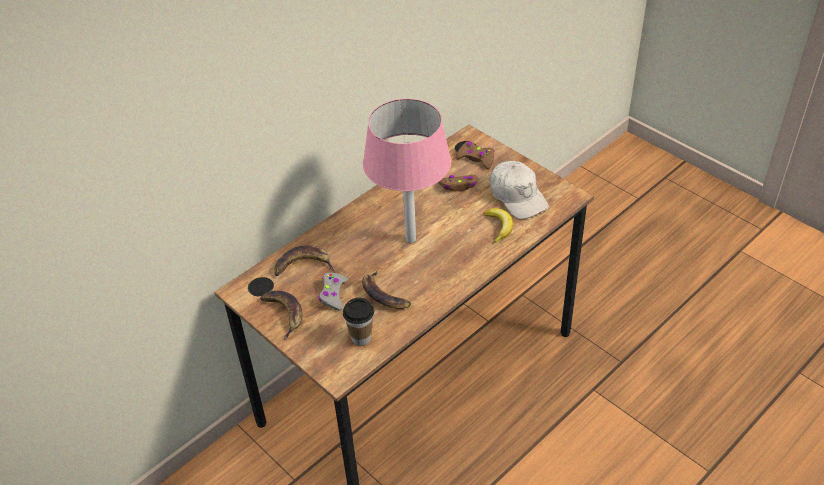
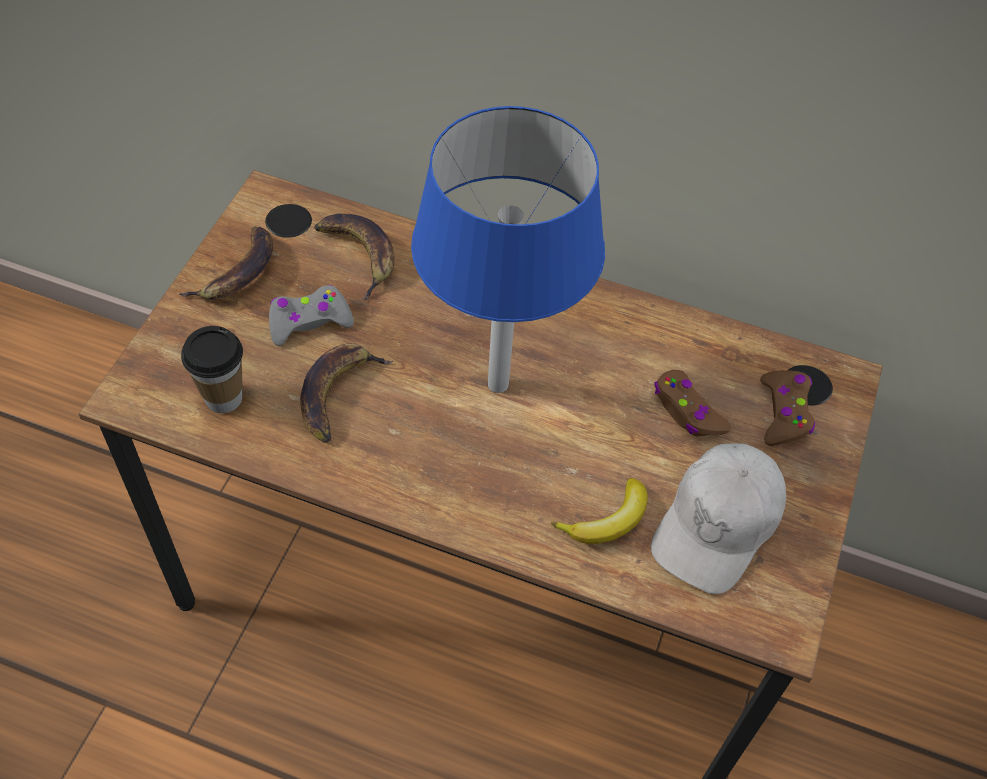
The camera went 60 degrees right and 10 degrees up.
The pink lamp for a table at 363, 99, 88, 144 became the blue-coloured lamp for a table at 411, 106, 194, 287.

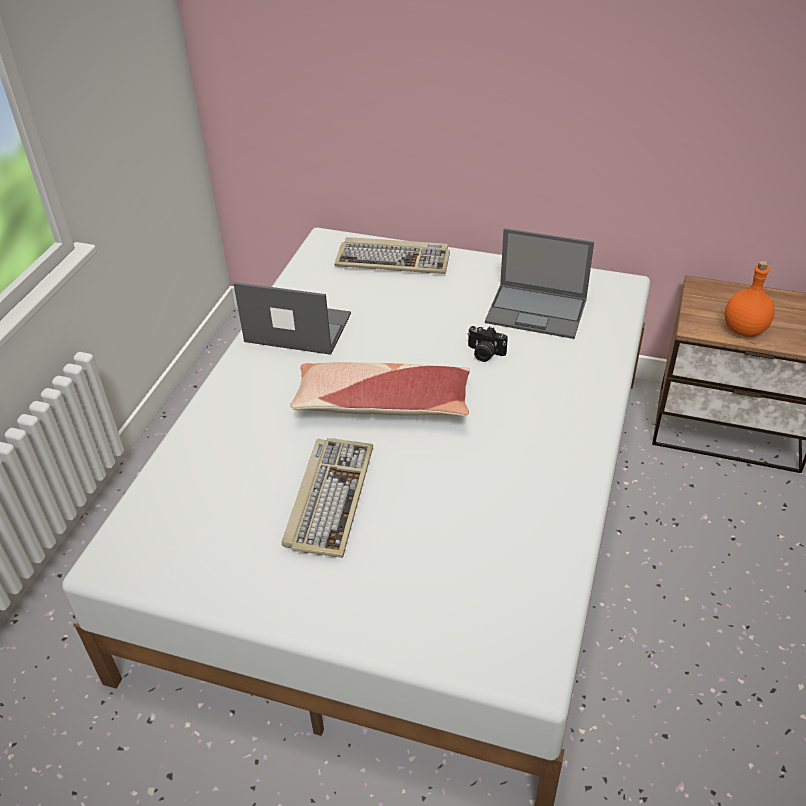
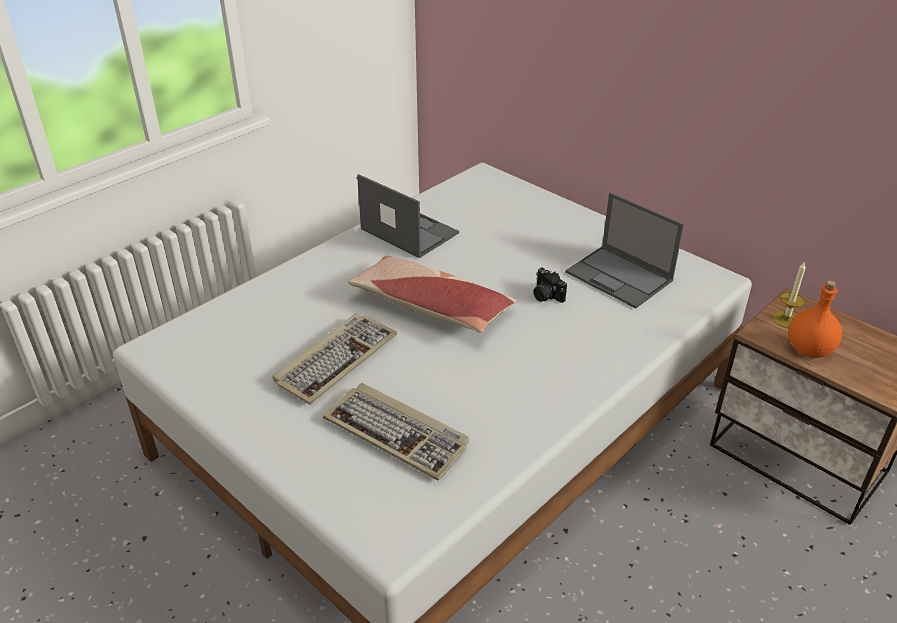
The camera went 25 degrees right and 5 degrees down.
The computer keyboard moved from 335, 237, 115, 37 to 323, 383, 146, 98.
The wax candle at 773, 261, 33, 67 appeared.

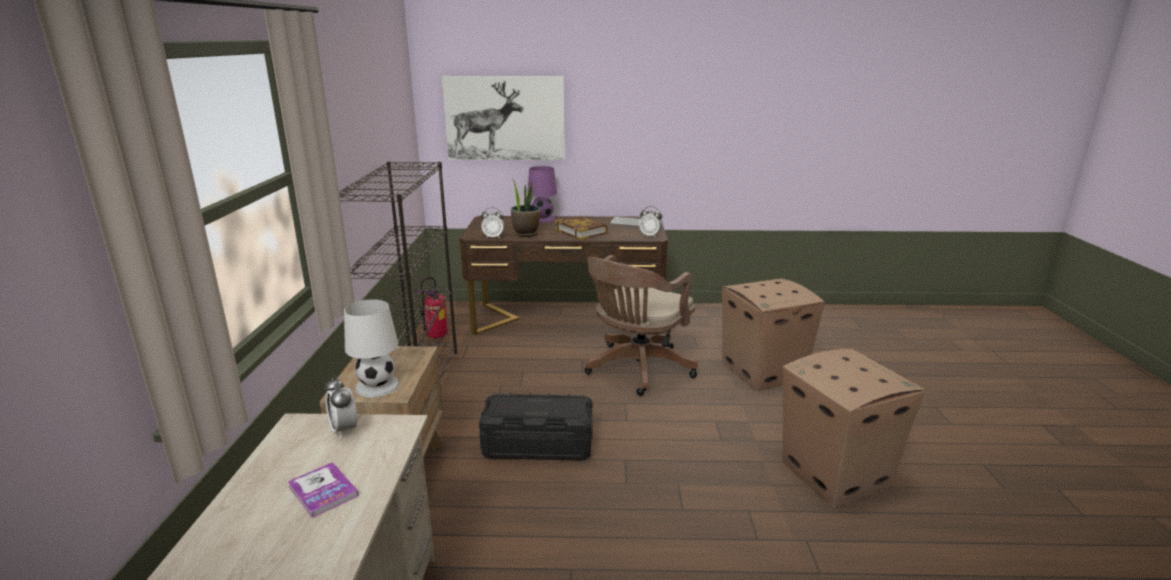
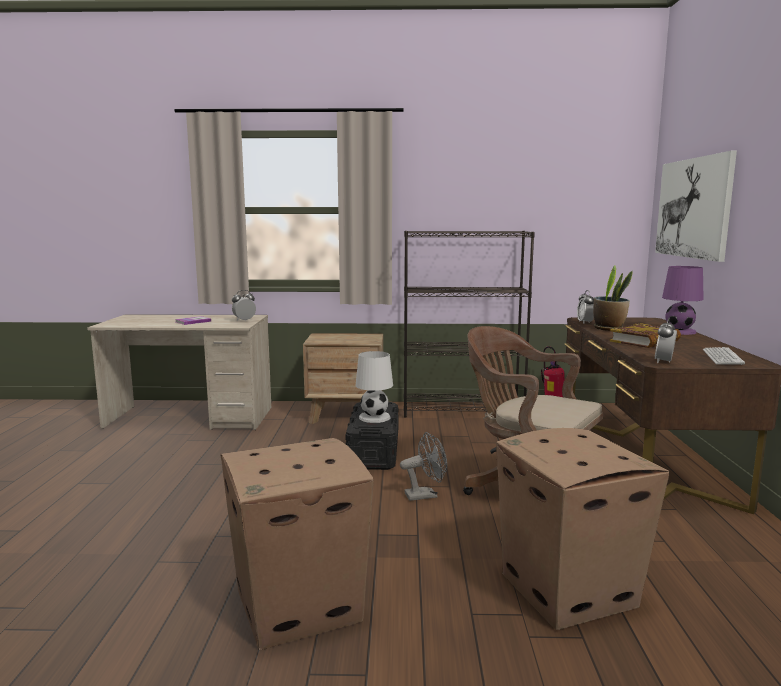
The camera went 90 degrees right and 10 degrees down.
The whitish lamp for a table moved from 344, 299, 55, 98 to 356, 351, 37, 72.
The greyish fan at 400, 432, 47, 69 appeared.

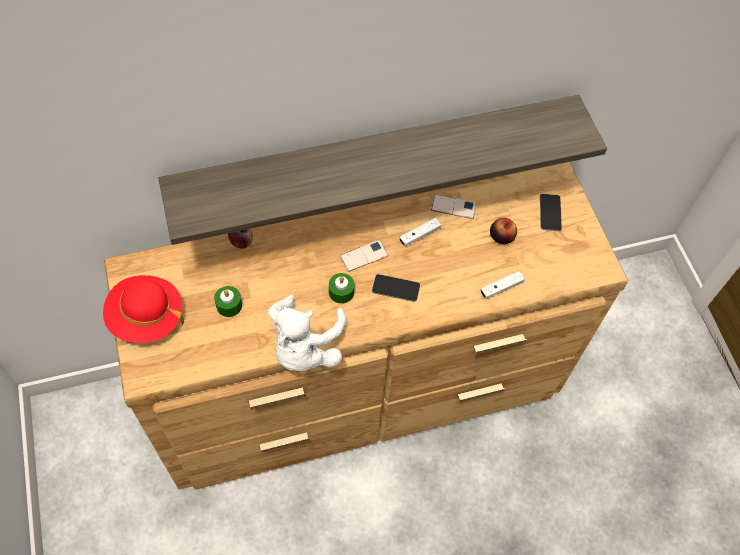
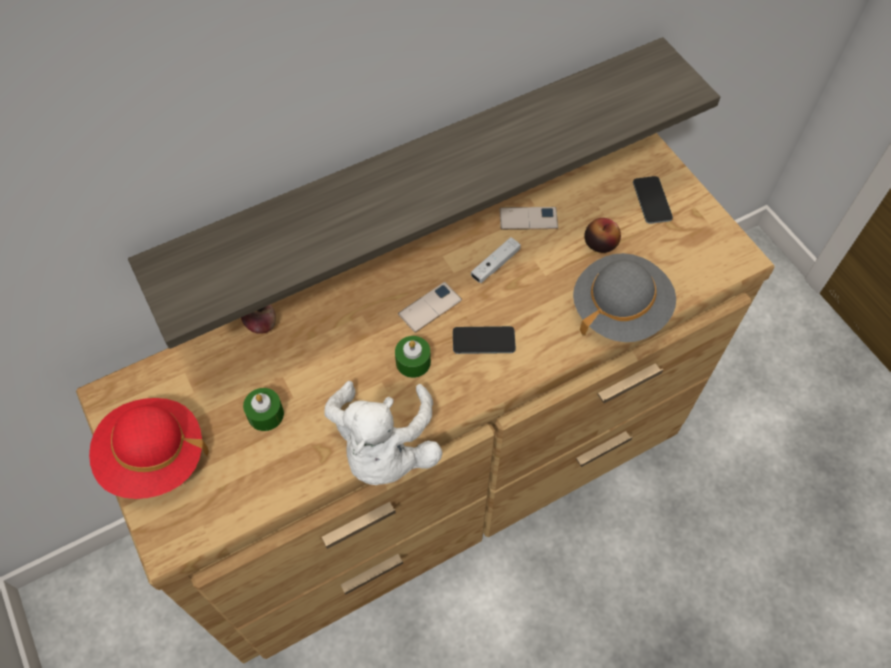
The camera went 10 degrees left and 0 degrees up.
The whitish game controller at 480, 271, 45, 28 was replaced by the greyish clothing hat at 573, 253, 103, 89.

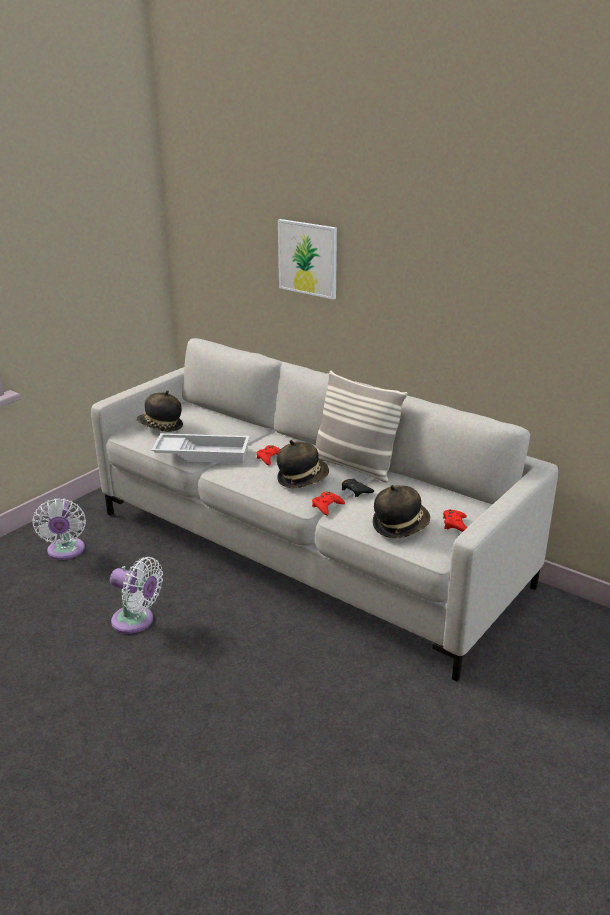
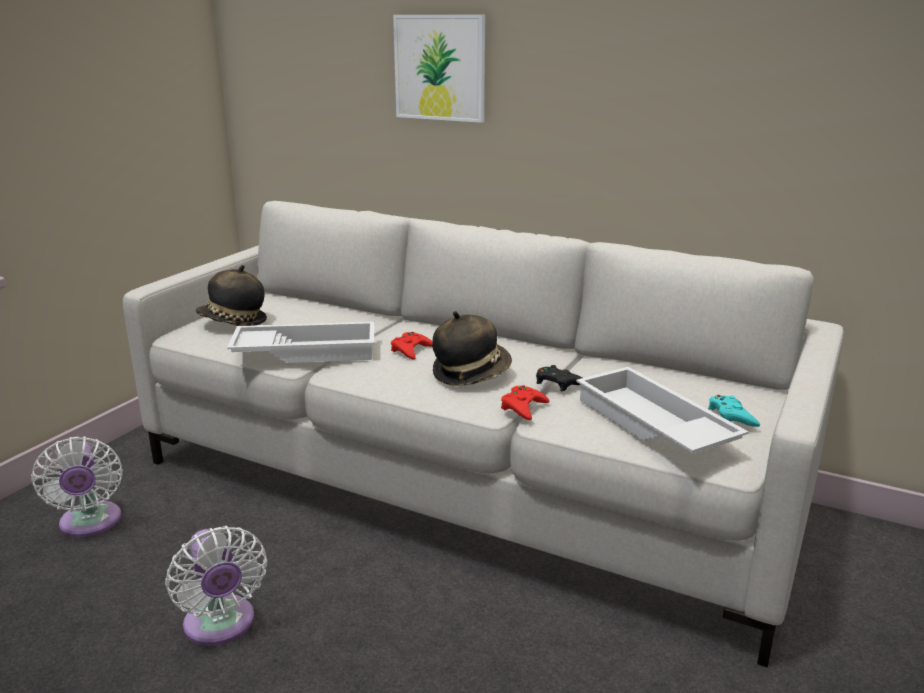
The camera went 10 degrees left and 5 degrees down.
The throw pillow at 316, 371, 91, 112 disappeared.
The clothing hat at 373, 485, 57, 53 was replaced by the whitish carrying tray at 576, 367, 173, 88.
The reddish game controller at 443, 509, 24, 23 became the turquoise-coloured game controller at 708, 395, 52, 32.
The whitish fan at 110, 557, 53, 77 turned 45 degrees clockwise.

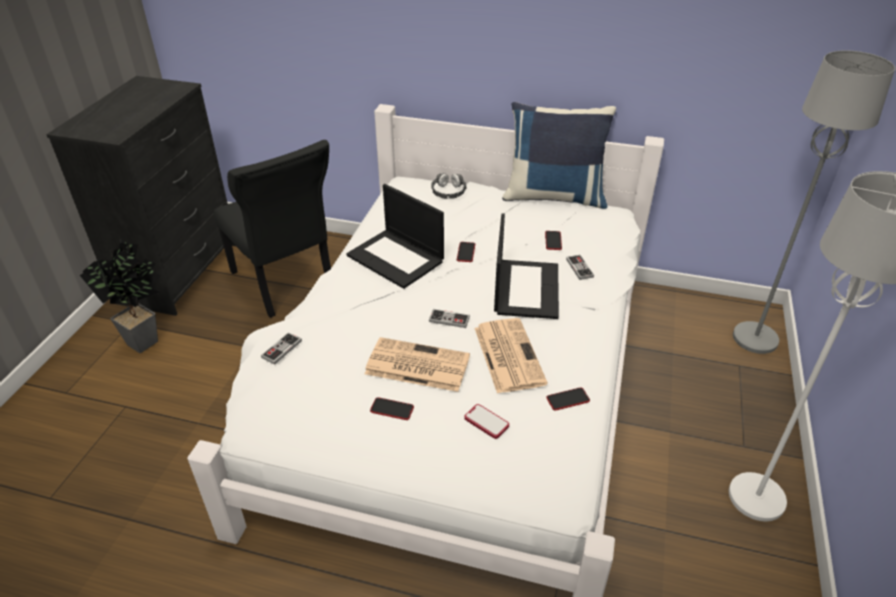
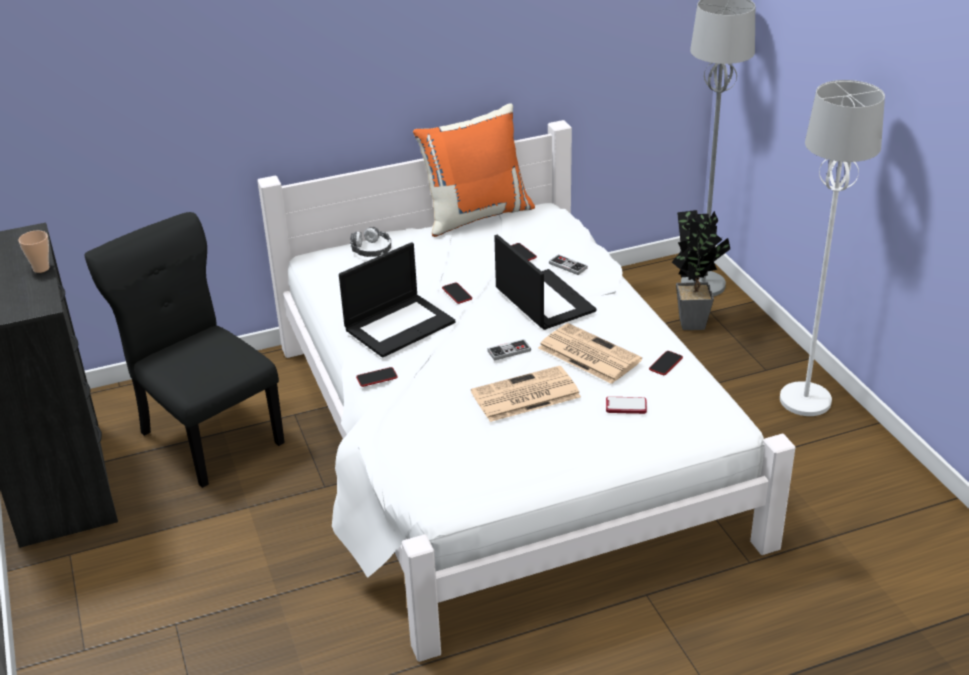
The camera went 35 degrees left and 5 degrees down.
The blue-coloured throw pillow at 502, 102, 114, 107 became the orange-coloured throw pillow at 413, 103, 122, 134.
The blackish plain chair at 214, 140, 117, 178 turned 150 degrees counterclockwise.
The portable computer at 346, 184, 98, 105 turned 45 degrees counterclockwise.
The plant in a pot moved from 80, 239, 81, 114 to 672, 210, 58, 120.
The game controller at 261, 332, 41, 33 disappeared.
The handset moved from 370, 397, 44, 23 to 356, 367, 42, 20.
The small cup at 18, 231, 32, 42 appeared.

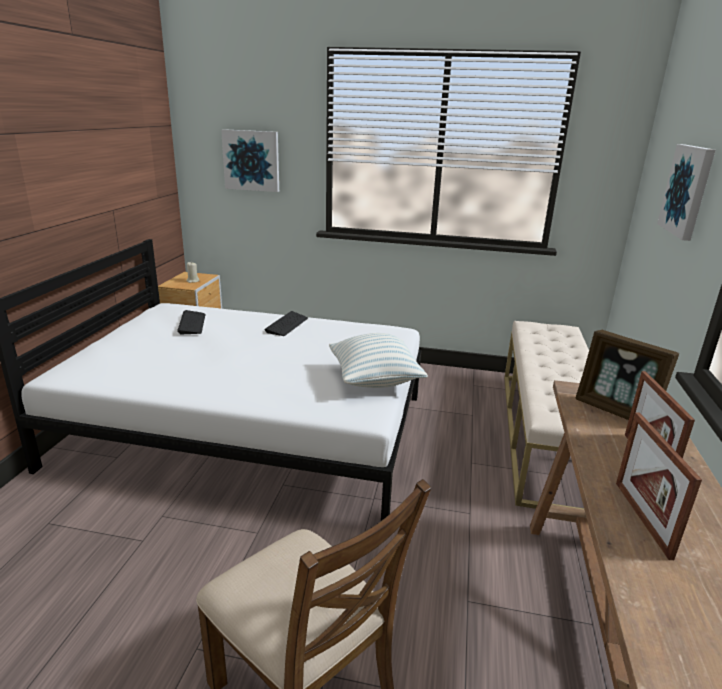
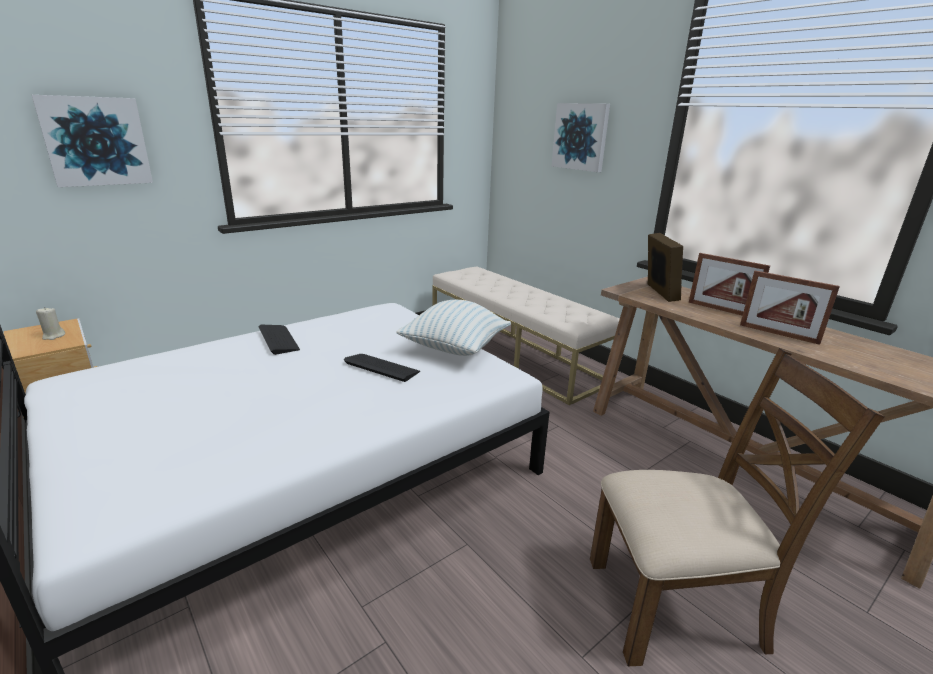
The camera went 50 degrees left and 0 degrees up.
The computer keyboard moved from 177, 310, 29, 24 to 344, 354, 76, 28.
The standing frame at 575, 330, 104, 90 turned 90 degrees counterclockwise.

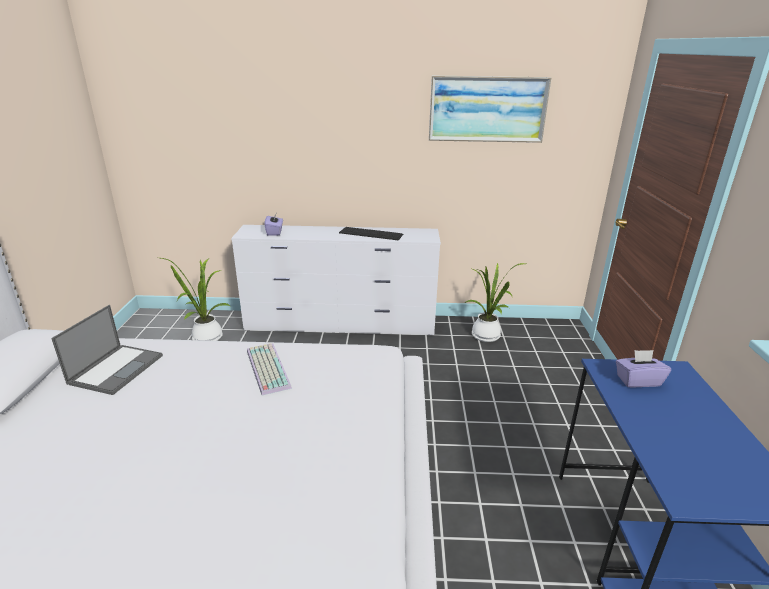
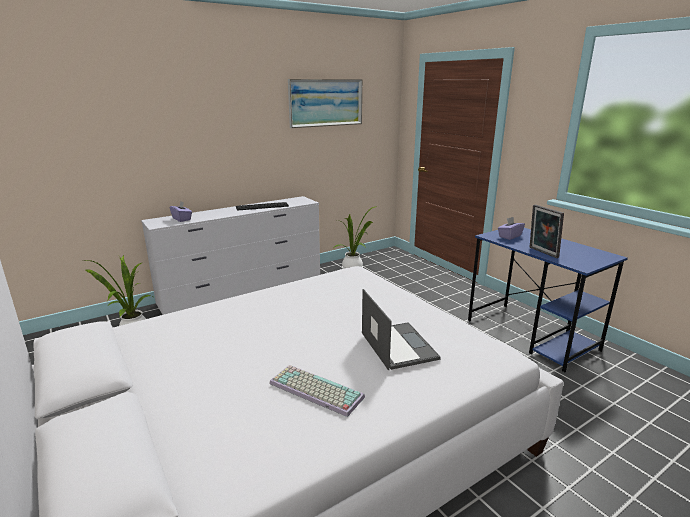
The camera went 35 degrees left and 5 degrees down.
The portable computer moved from 51, 305, 112, 90 to 362, 289, 79, 81.
The computer keyboard moved from 247, 343, 45, 52 to 269, 365, 96, 52.
The standing frame at 530, 205, 34, 53 appeared.

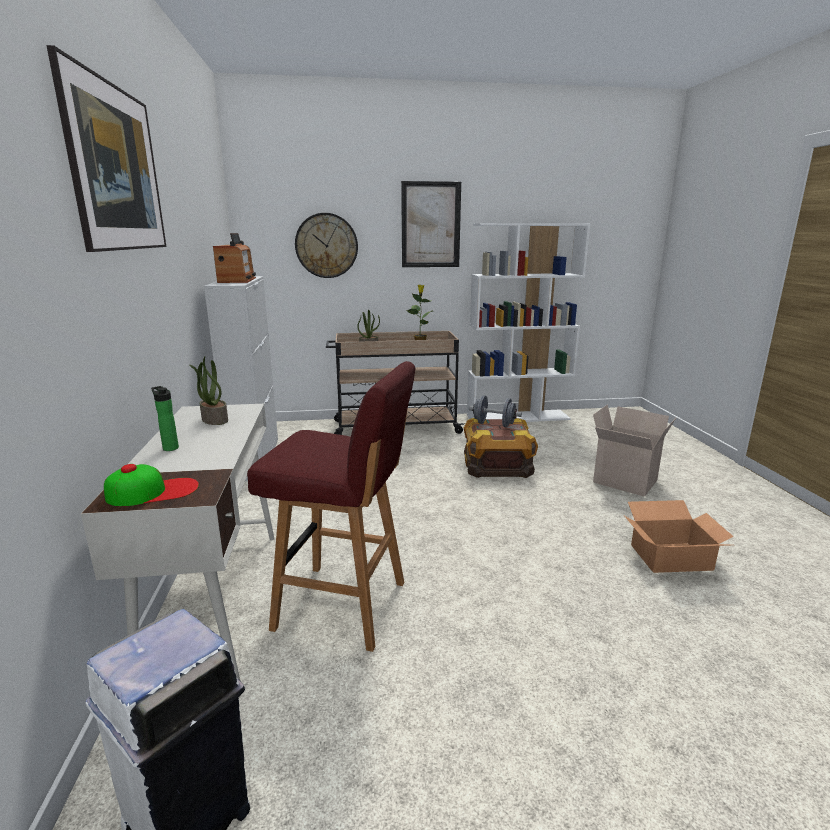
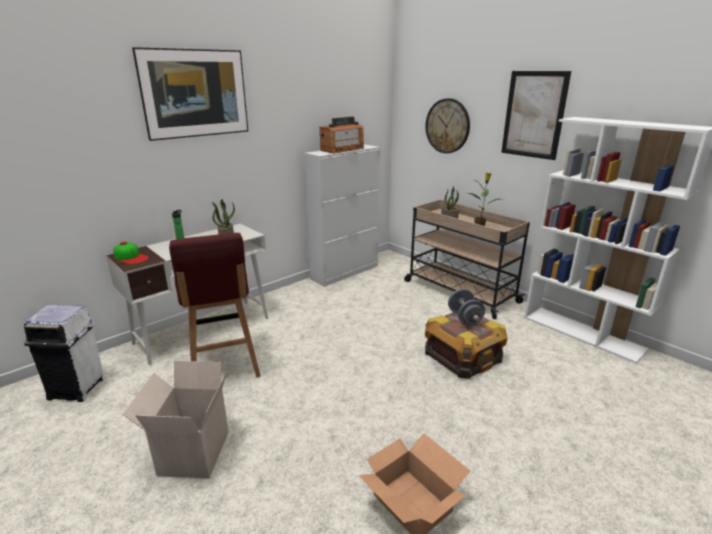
The camera went 55 degrees right and 5 degrees up.
The packing box moved from 593, 405, 84, 92 to 123, 361, 106, 117.

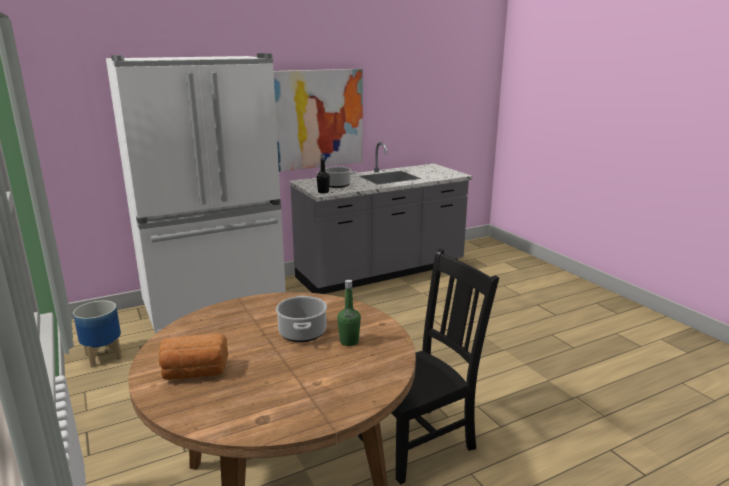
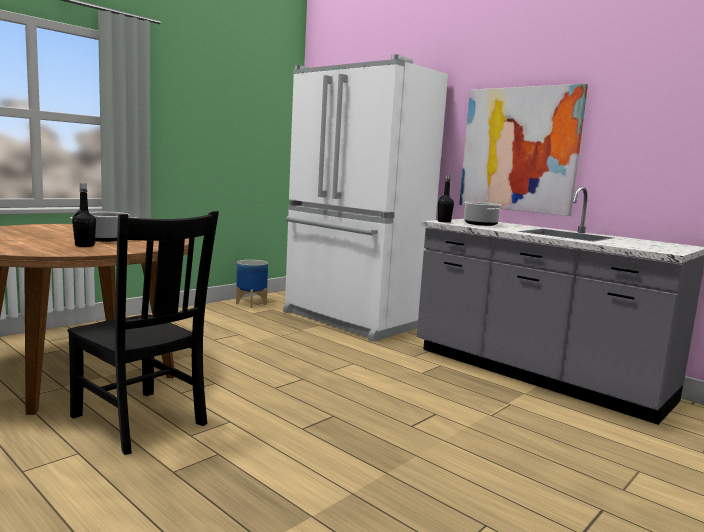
The camera went 70 degrees right and 10 degrees down.
The green-coloured drink bottle at 337, 280, 24, 66 became the blackish drink bottle at 72, 183, 24, 64.
The baked bread at 159, 333, 69, 47 disappeared.

